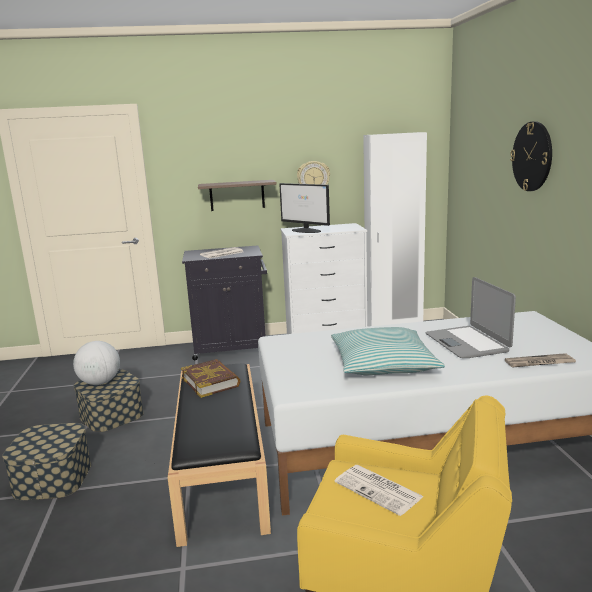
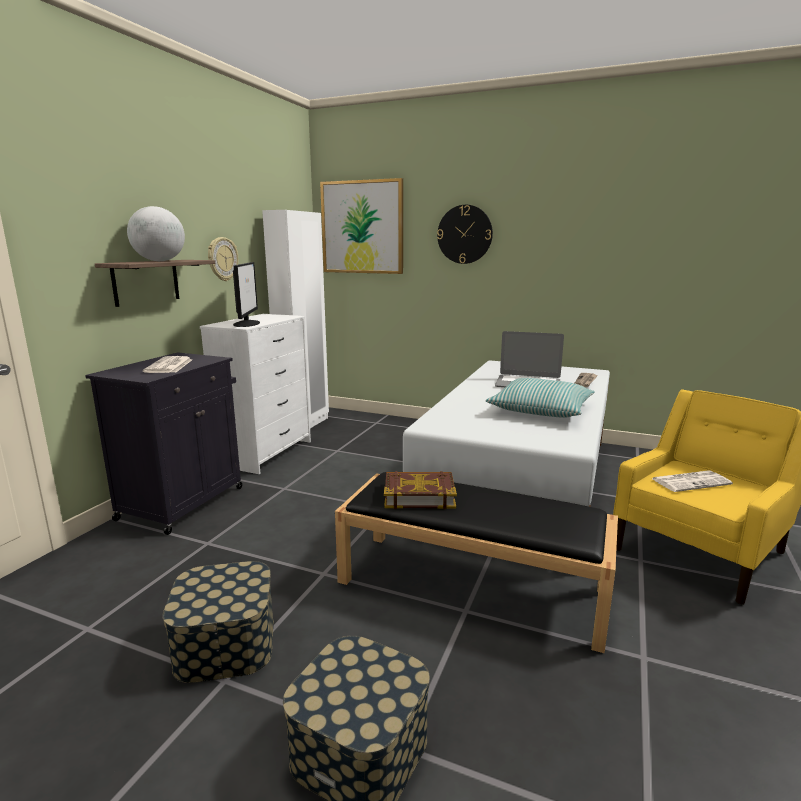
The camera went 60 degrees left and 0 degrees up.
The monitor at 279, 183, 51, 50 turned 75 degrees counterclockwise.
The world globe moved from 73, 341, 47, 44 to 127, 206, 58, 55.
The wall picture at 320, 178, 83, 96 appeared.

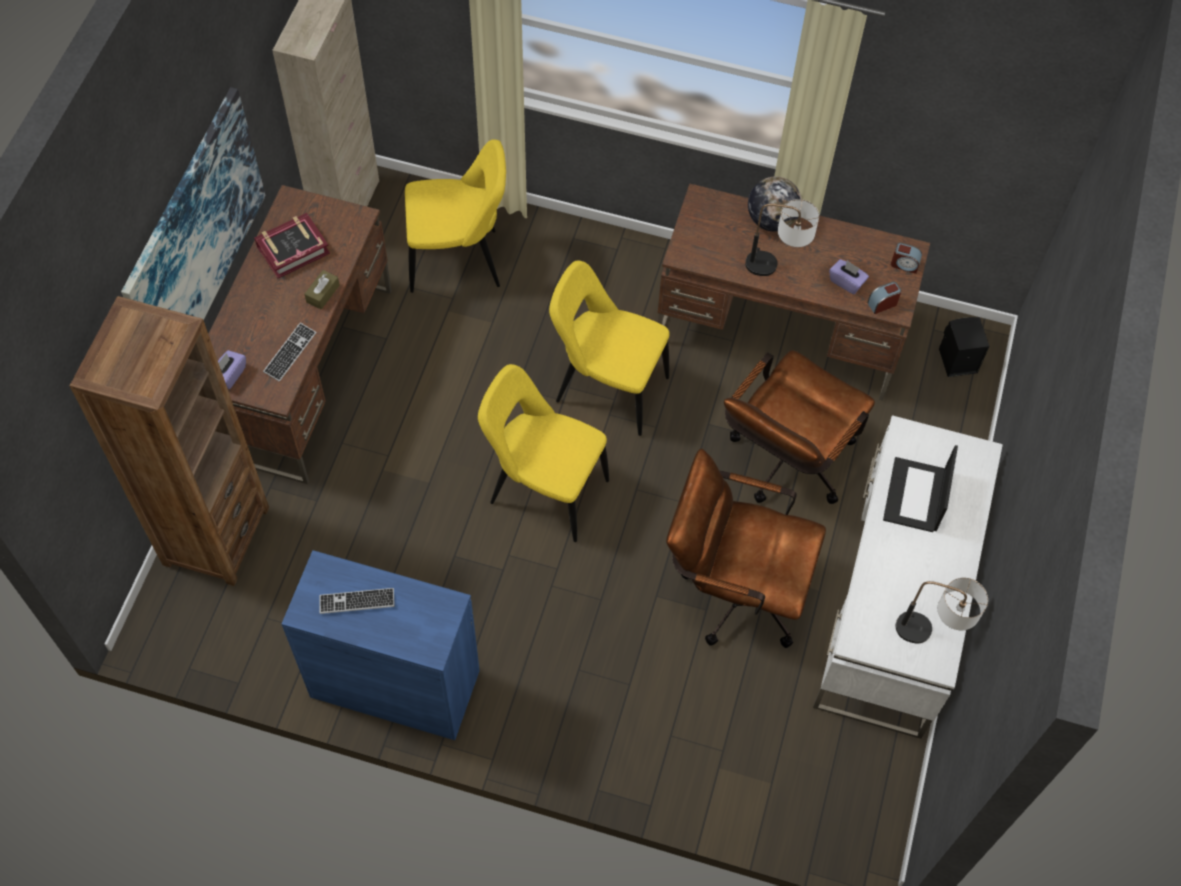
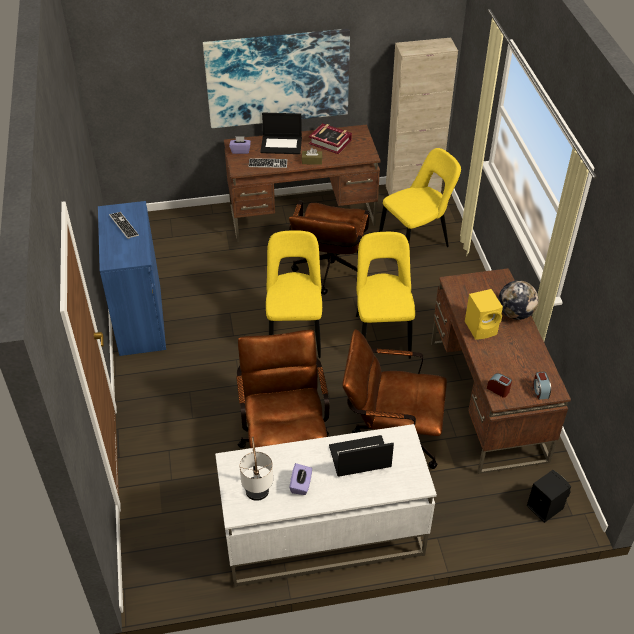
The camera went 65 degrees right and 15 degrees down.
The yellow plain chair at 405, 140, 101, 153 turned 90 degrees counterclockwise.
The lamp for a table at 745, 199, 74, 77 was replaced by the yellow speaker at 465, 289, 38, 51.
The purplish box of tissues moved from 829, 259, 40, 35 to 290, 463, 22, 32.
The brownish shelving unit at 70, 296, 199, 290 disappeared.
The portable computer at 261, 113, 41, 41 appeared.
The brownish desk chair at 289, 201, 81, 94 appeared.

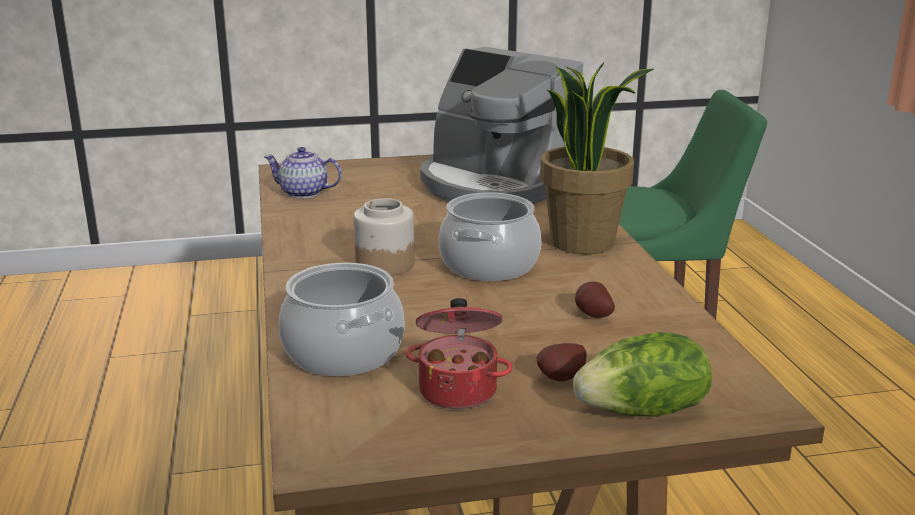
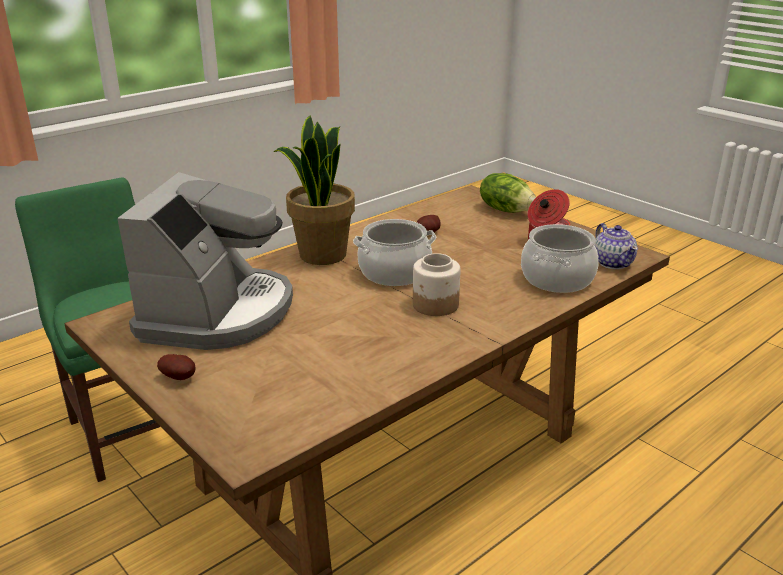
The camera went 120 degrees left and 5 degrees up.
The pot for tea moved from 264, 147, 78, 51 to 594, 223, 44, 46.
The whole potato moved from 537, 343, 50, 39 to 157, 354, 39, 26.

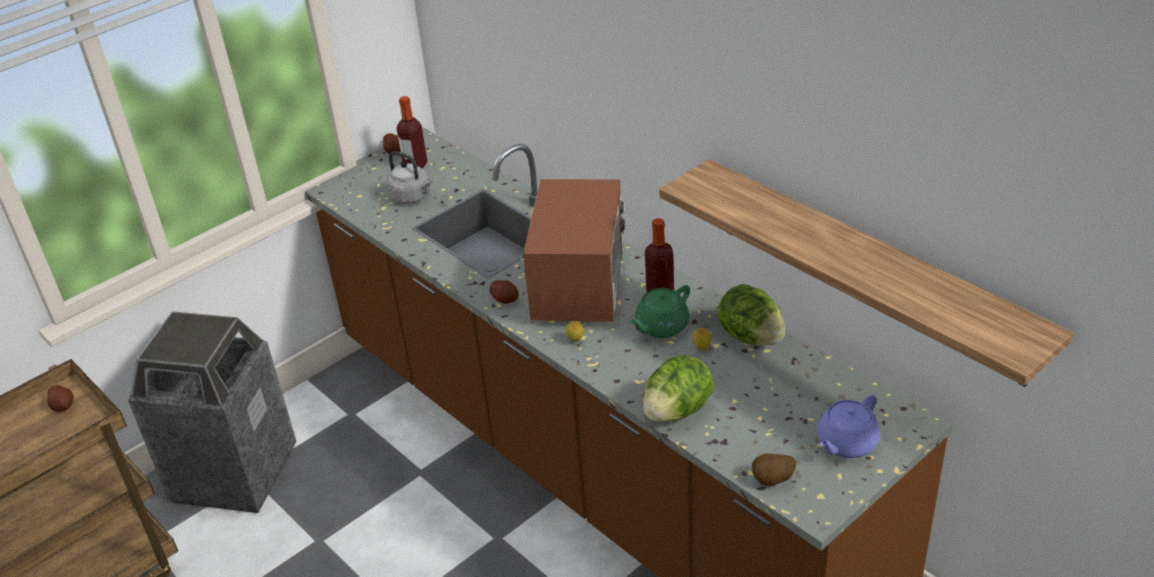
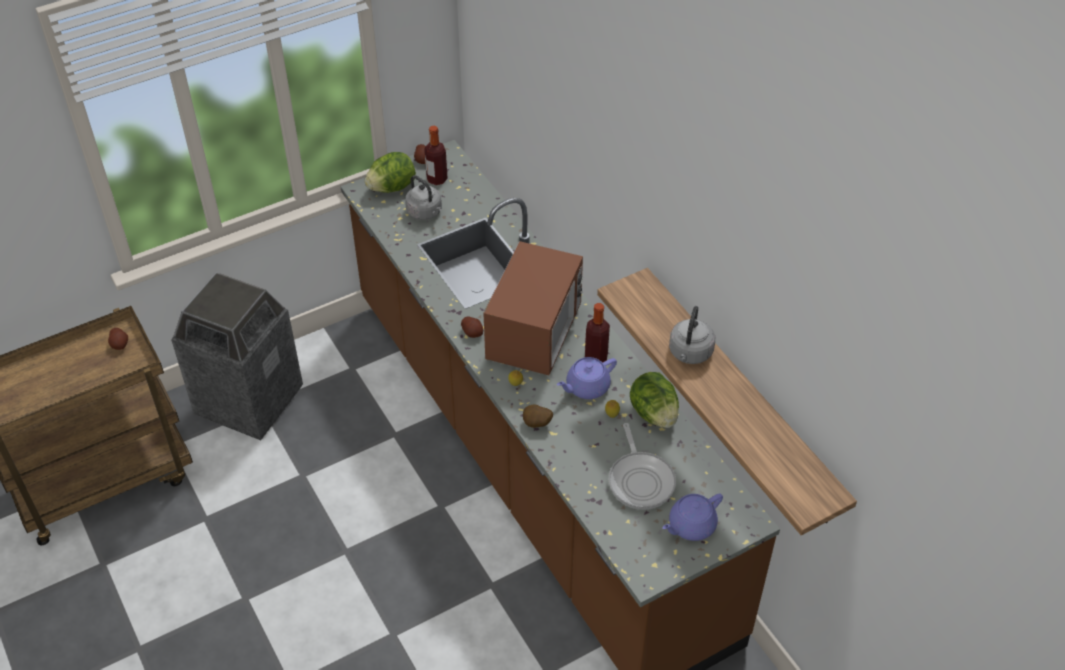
The camera went 10 degrees right and 10 degrees up.
The green-coloured pot for tea at 629, 285, 61, 53 became the purplish pot for tea at 557, 357, 60, 42.
The lettuce head moved from 643, 355, 71, 67 to 364, 152, 52, 41.
The whole potato moved from 752, 453, 44, 33 to 523, 404, 30, 24.
The greyish water kettle at 669, 306, 46, 58 appeared.
The pan at 609, 423, 67, 87 appeared.

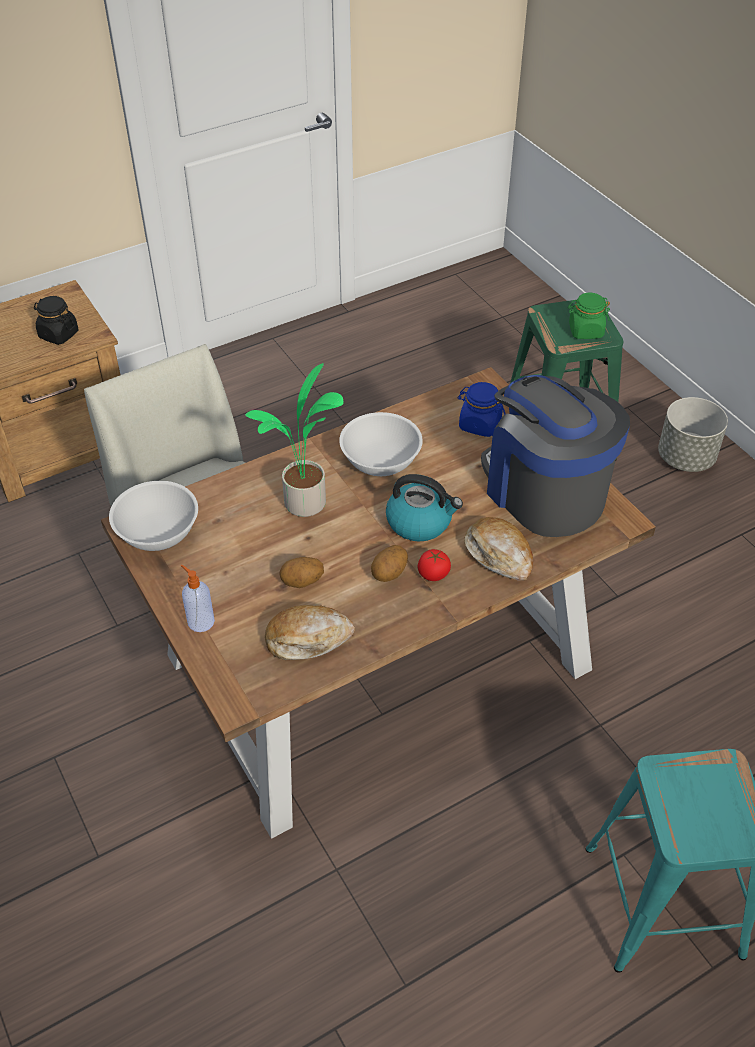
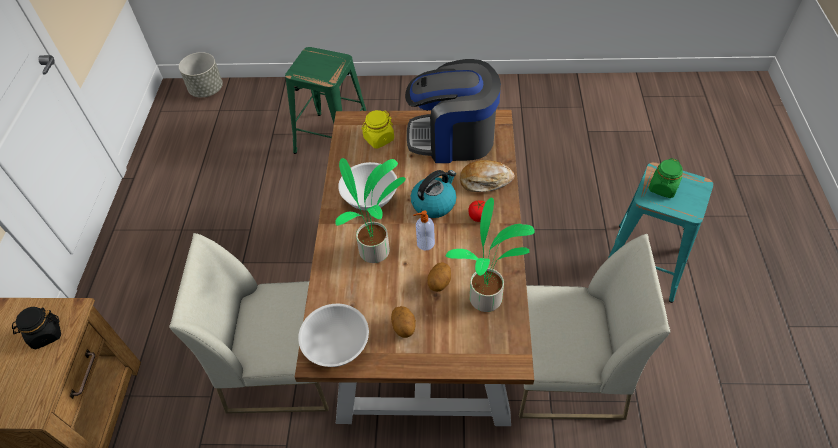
The camera went 55 degrees left and 5 degrees up.
The green-coloured jar moved from 568, 292, 42, 47 to 649, 158, 34, 40.
The blue-coloured jar at 457, 382, 48, 55 became the yellow jar at 361, 110, 33, 39.
The greyish flower pot moved from 658, 397, 70, 75 to 179, 52, 44, 46.
The whole potato moved from 371, 545, 37, 37 to 391, 306, 25, 32.
The liquid soap bottle moved from 181, 565, 34, 67 to 413, 210, 22, 40.
The baked bread at 265, 605, 90, 55 was replaced by the plant in a pot at 446, 197, 89, 115.
The whitish plain chair at 519, 234, 152, 186 appeared.

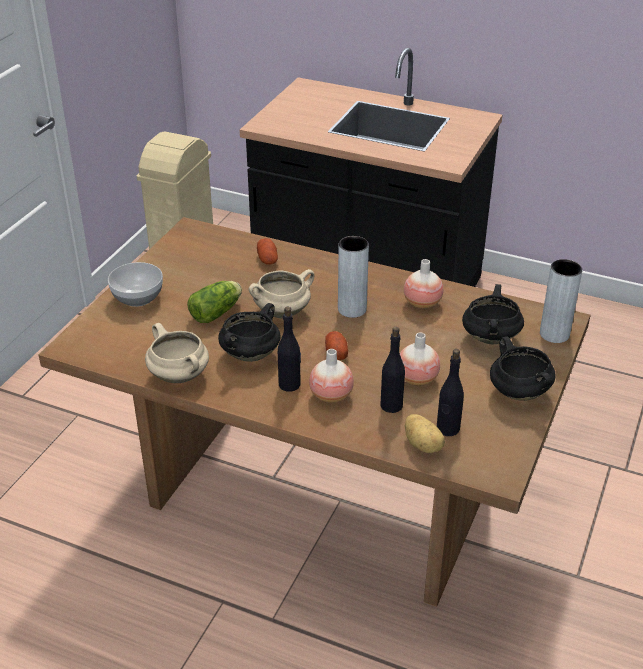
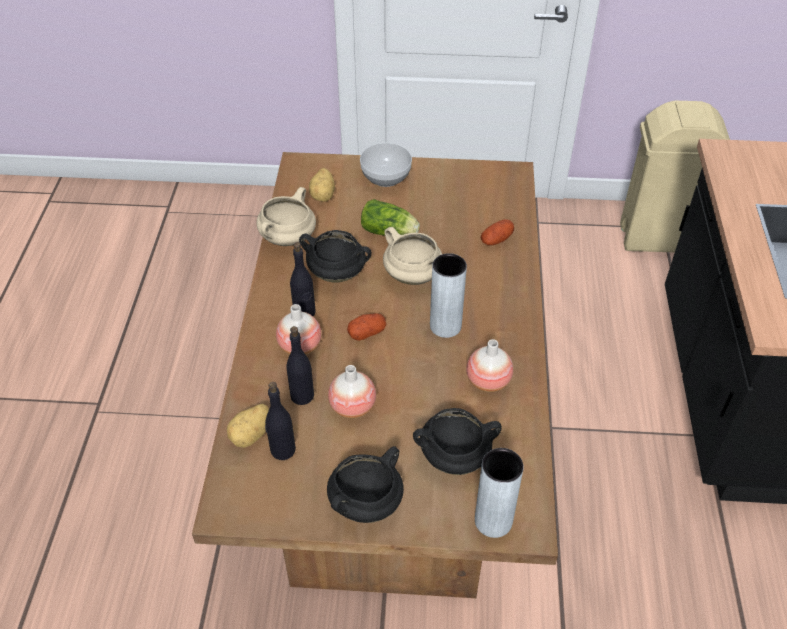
The camera went 70 degrees right and 10 degrees up.
The whole potato at 309, 168, 26, 34 appeared.

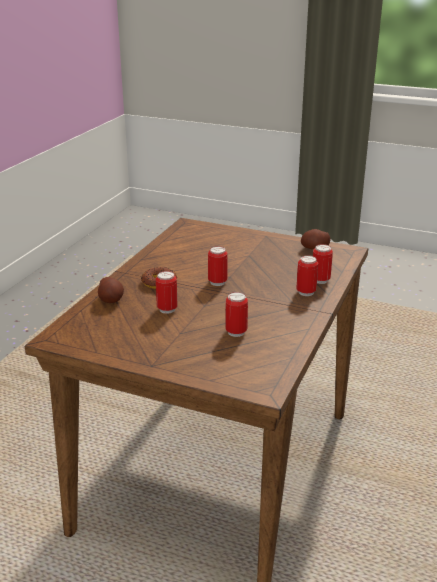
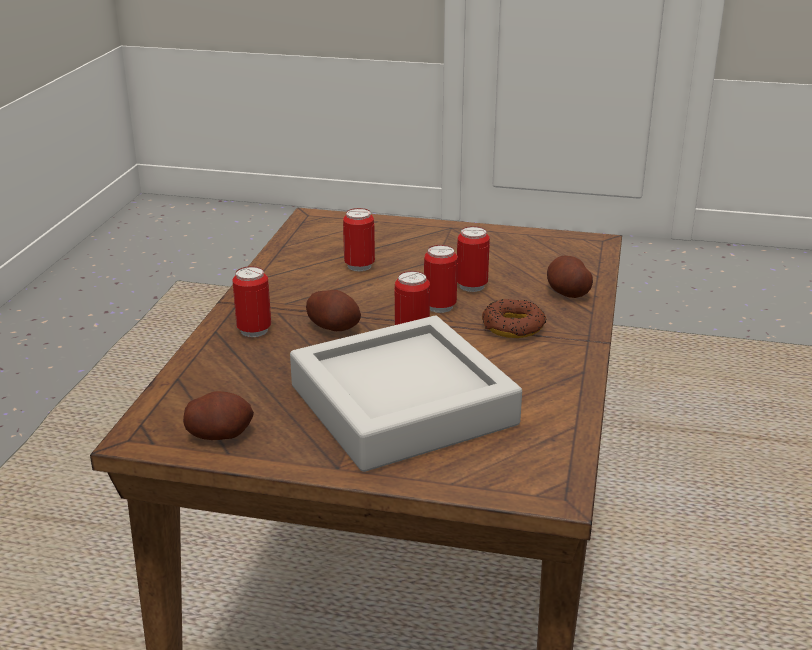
The camera went 170 degrees right and 0 degrees up.
The can moved from 313, 244, 20, 40 to 424, 245, 34, 68.
The whole potato at 306, 290, 55, 41 appeared.
The greyish carrying tray at 290, 316, 232, 156 appeared.

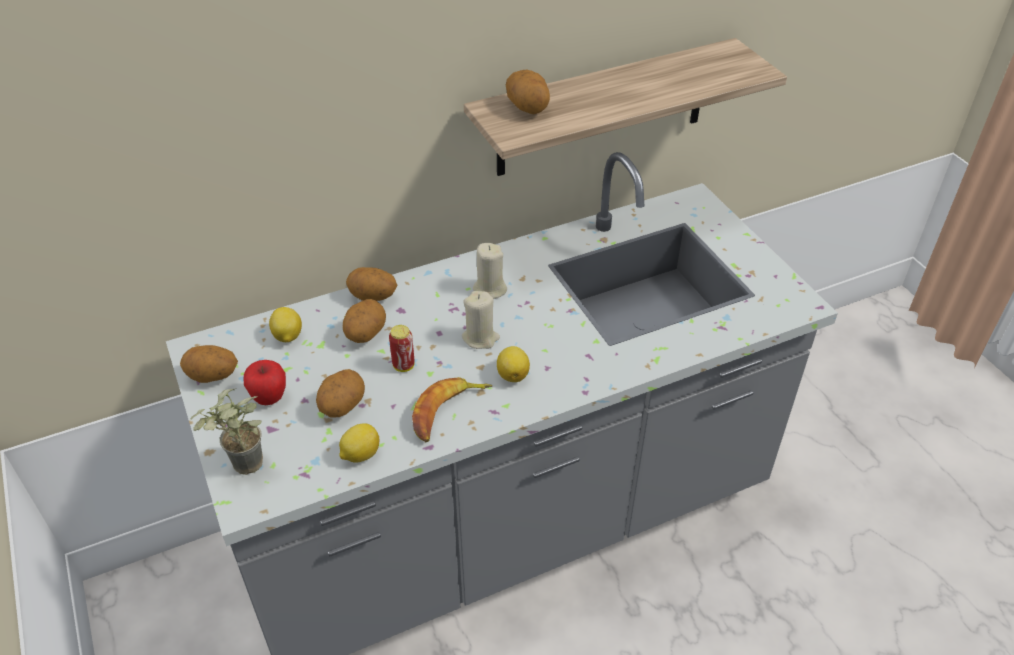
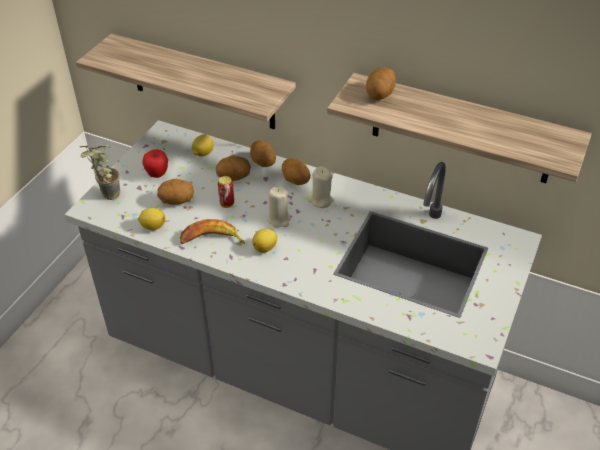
The camera went 50 degrees right and 0 degrees up.
The whole potato moved from 180, 345, 58, 38 to 282, 158, 29, 27.
The bracket shelf at 76, 33, 220, 96 appeared.

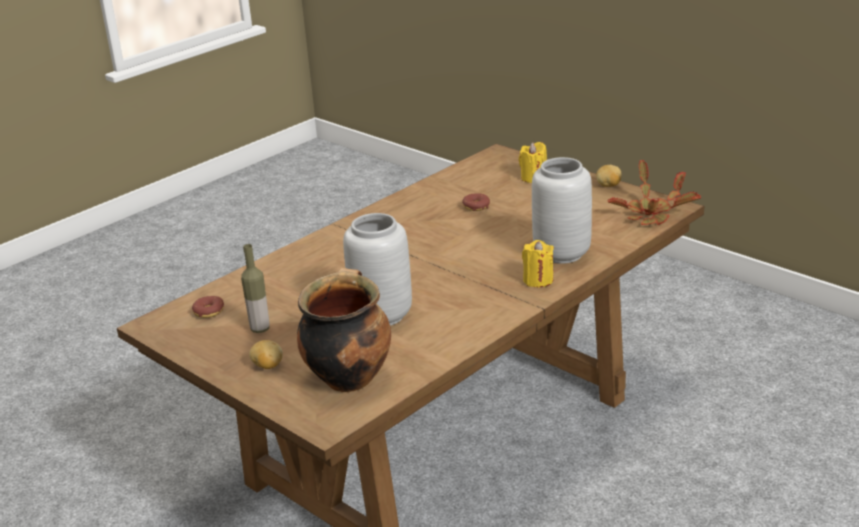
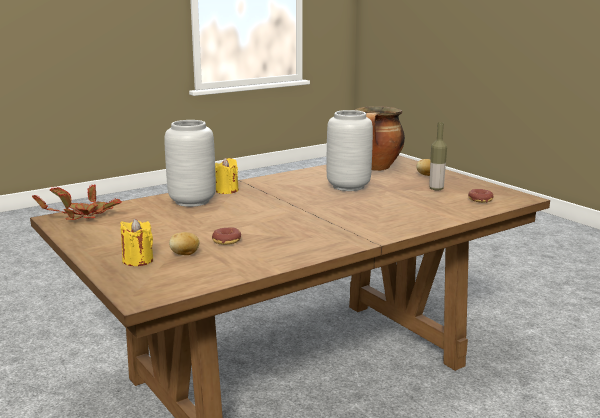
The camera went 170 degrees left and 10 degrees down.
The whole potato moved from 596, 165, 26, 22 to 169, 232, 30, 23.

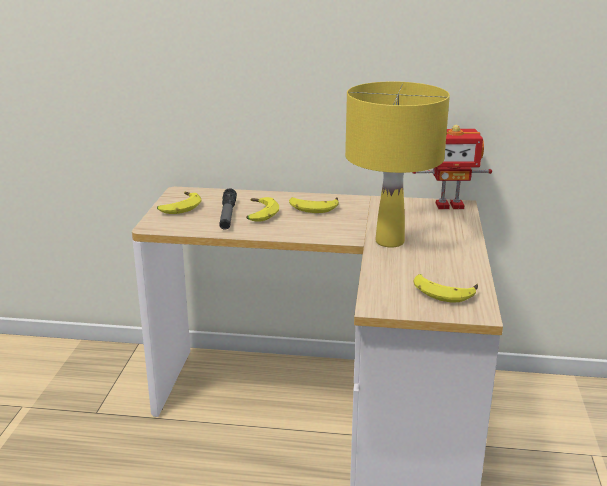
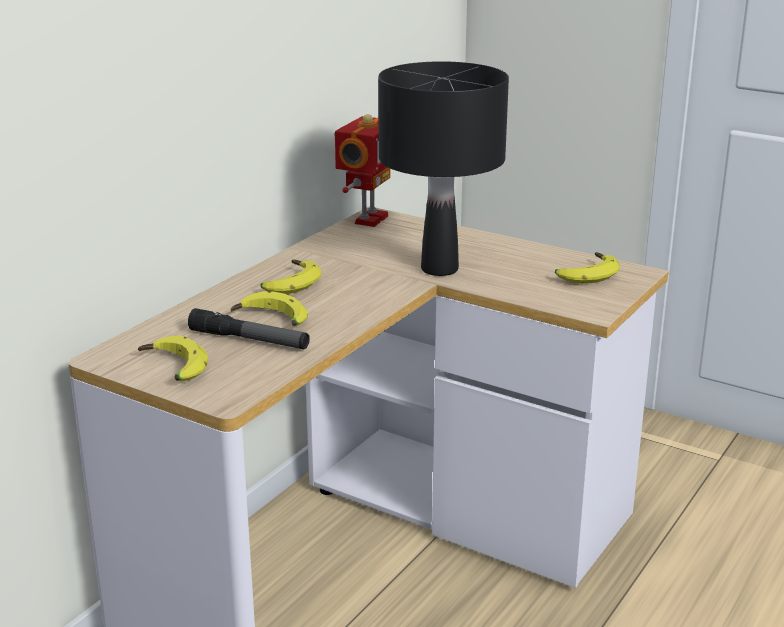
The camera went 65 degrees left and 0 degrees up.
The yellow lamp for a table at 345, 82, 105, 166 became the blackish lamp for a table at 378, 61, 131, 215.

